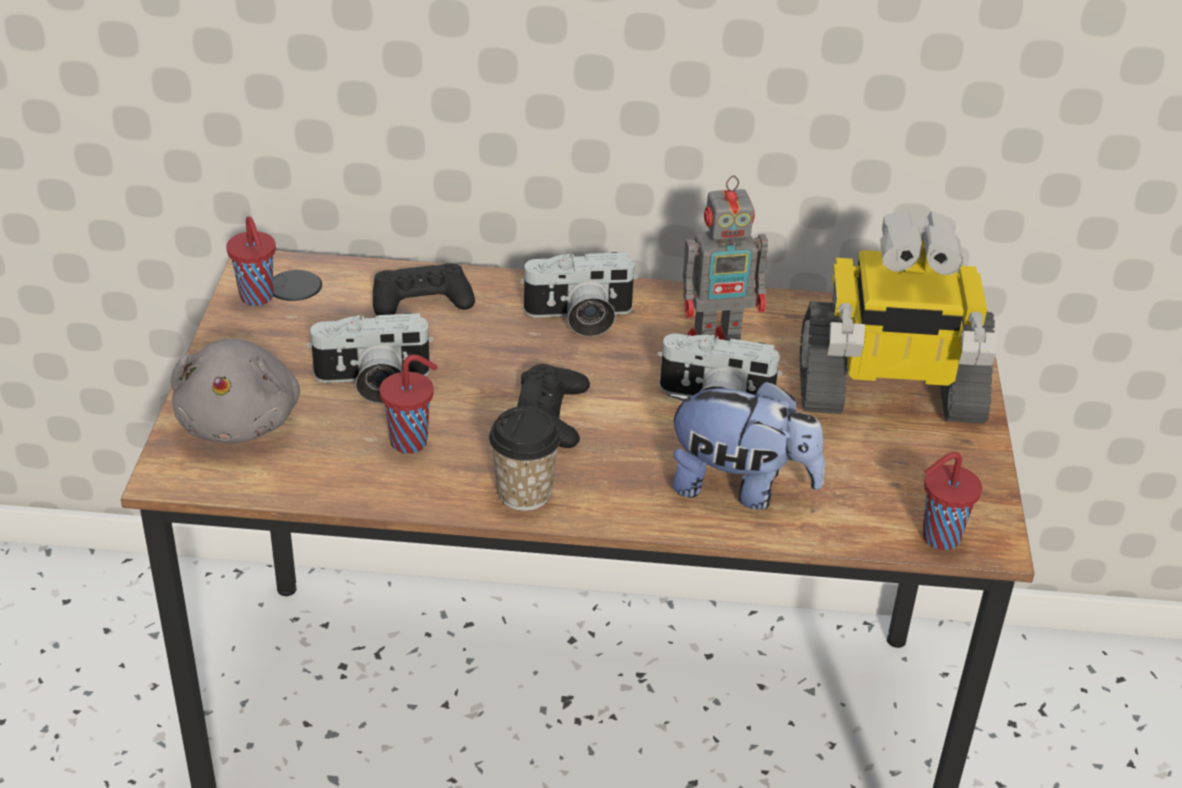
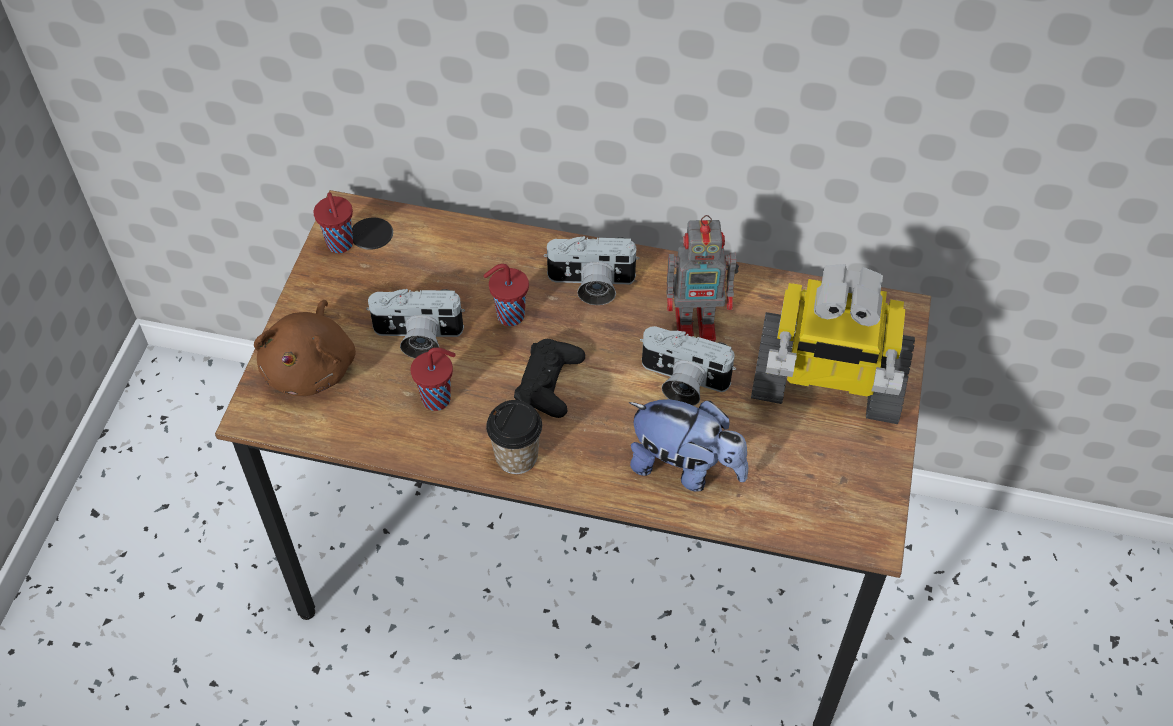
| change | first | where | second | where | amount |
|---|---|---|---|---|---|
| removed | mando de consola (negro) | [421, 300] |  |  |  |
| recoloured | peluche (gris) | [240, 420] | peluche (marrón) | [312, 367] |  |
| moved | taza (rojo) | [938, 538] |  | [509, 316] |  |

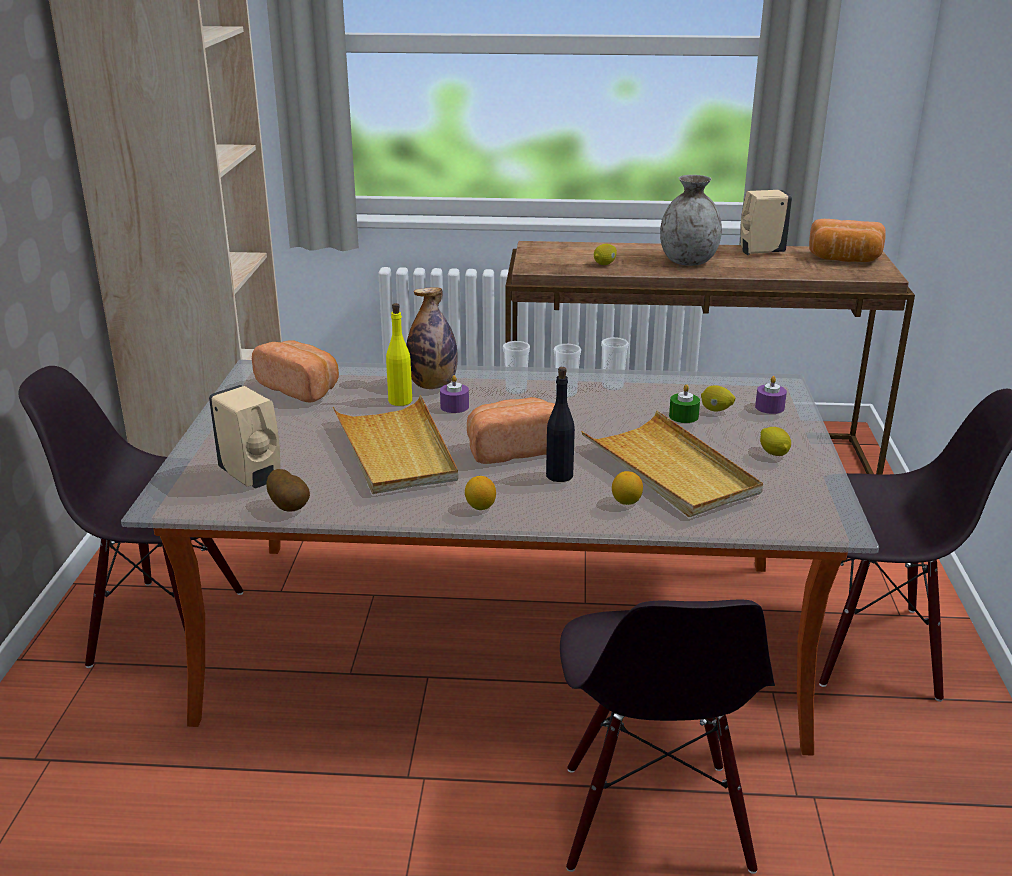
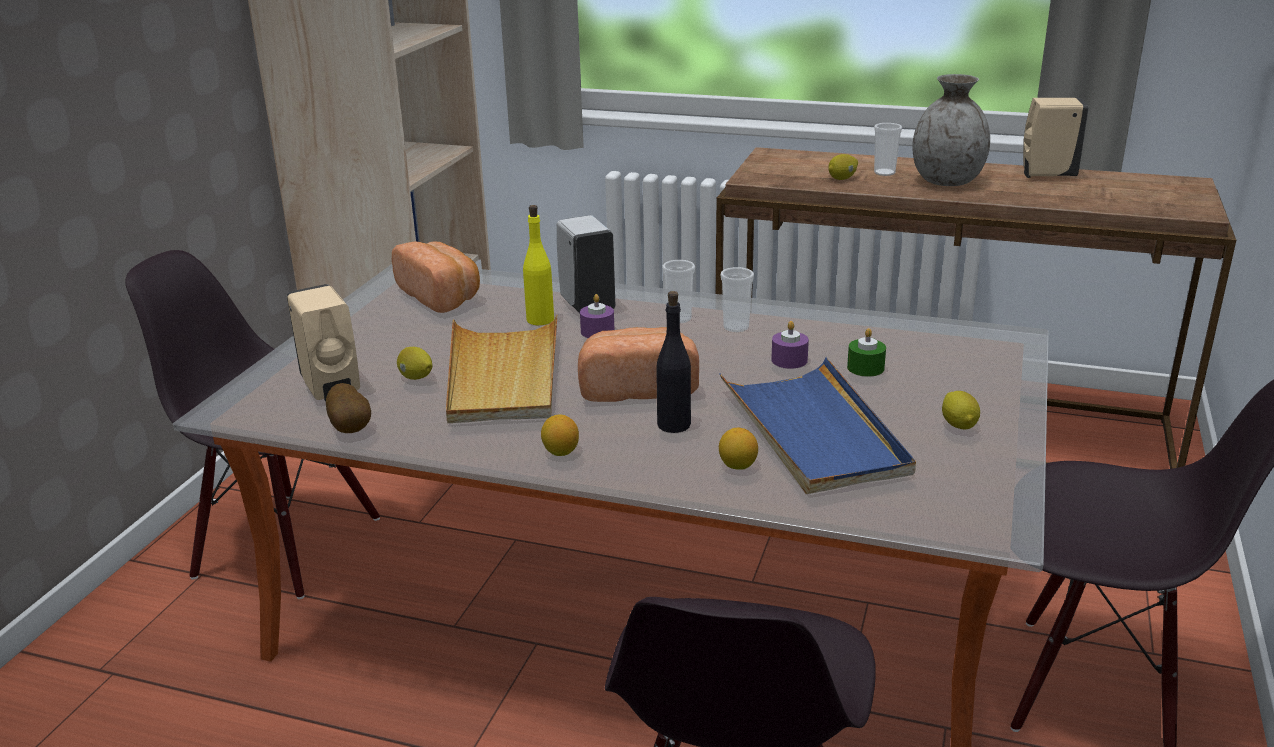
| change | first | where | second | where | amount |
|---|---|---|---|---|---|
| removed | pan | [844, 260] |  |  |  |
| replaced | botella | [432, 385] | dispensador de jabón (blanco) | [586, 305] |  |
| moved | taza | [612, 386] |  | [884, 173] |  |
| moved | vela (morado) | [769, 407] |  | [789, 360] |  |
| moved | limón | [716, 410] |  | [416, 378] |  |
| recoloured | bandeja (beis) | [670, 469] | bandeja (azul) | [814, 431] |  |

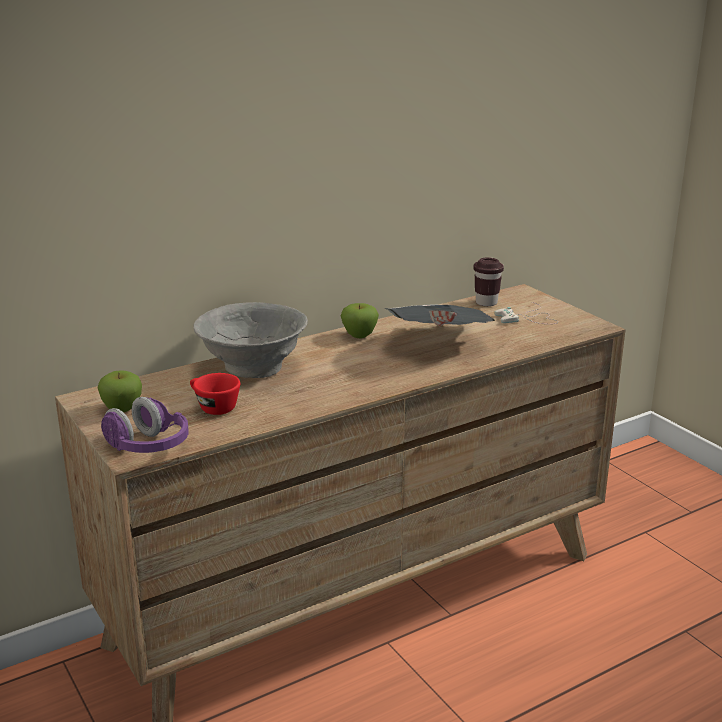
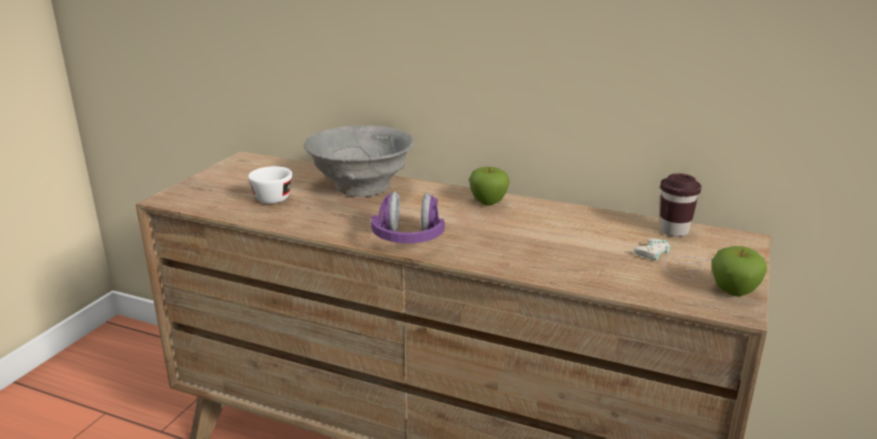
| change | first | where | second | where | amount |
|---|---|---|---|---|---|
| removed | periódico | [440, 343] |  |  |  |
| moved | manzana | [122, 409] |  | [733, 291] |  |
| recoloured | taza (rojo) | [213, 407] | taza (blanco) | [274, 196] |  |
| moved | auriculares (morado) | [148, 447] |  | [409, 239] |  |

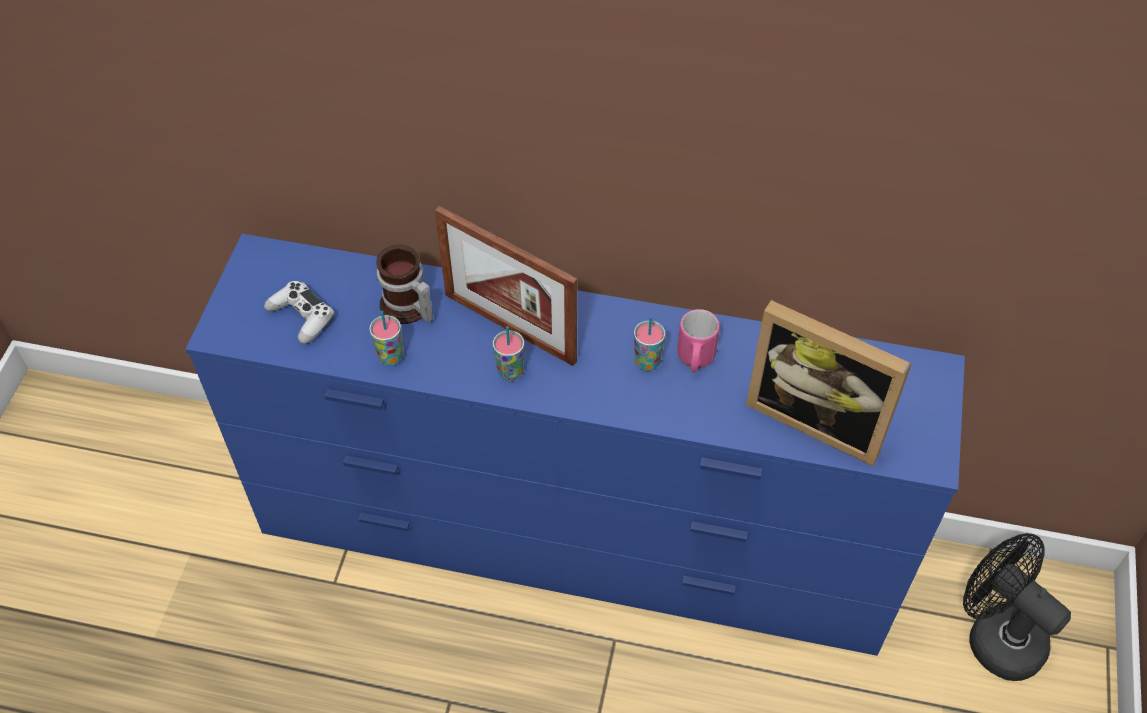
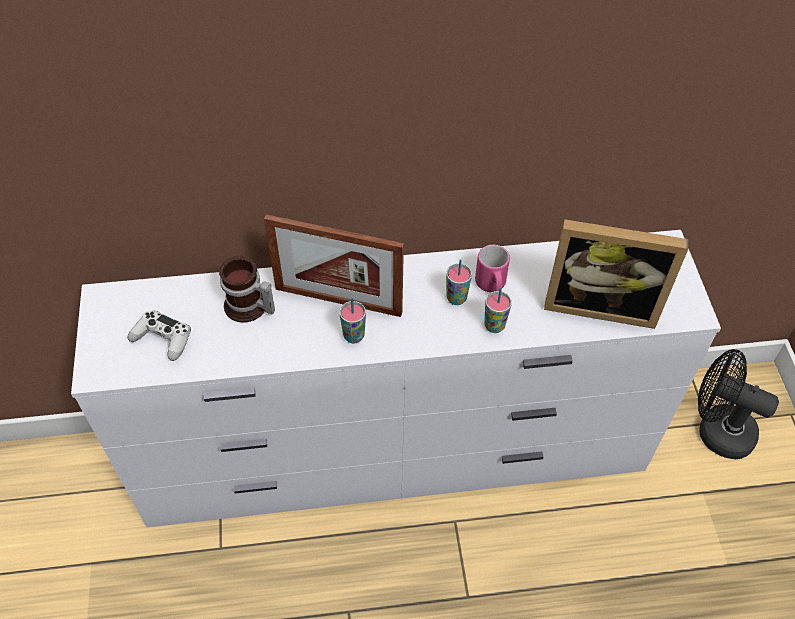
| change | first | where | second | where | amount |
|---|---|---|---|---|---|
| recoloured | cómoda (azul) | [574, 540] | cómoda (blanco) | [396, 455] |  |
| moved | taza | [391, 357] |  | [494, 326] |  |

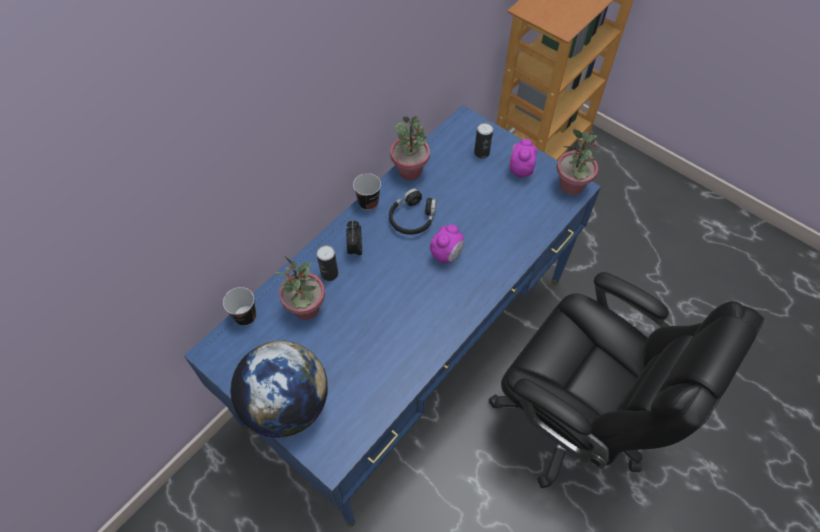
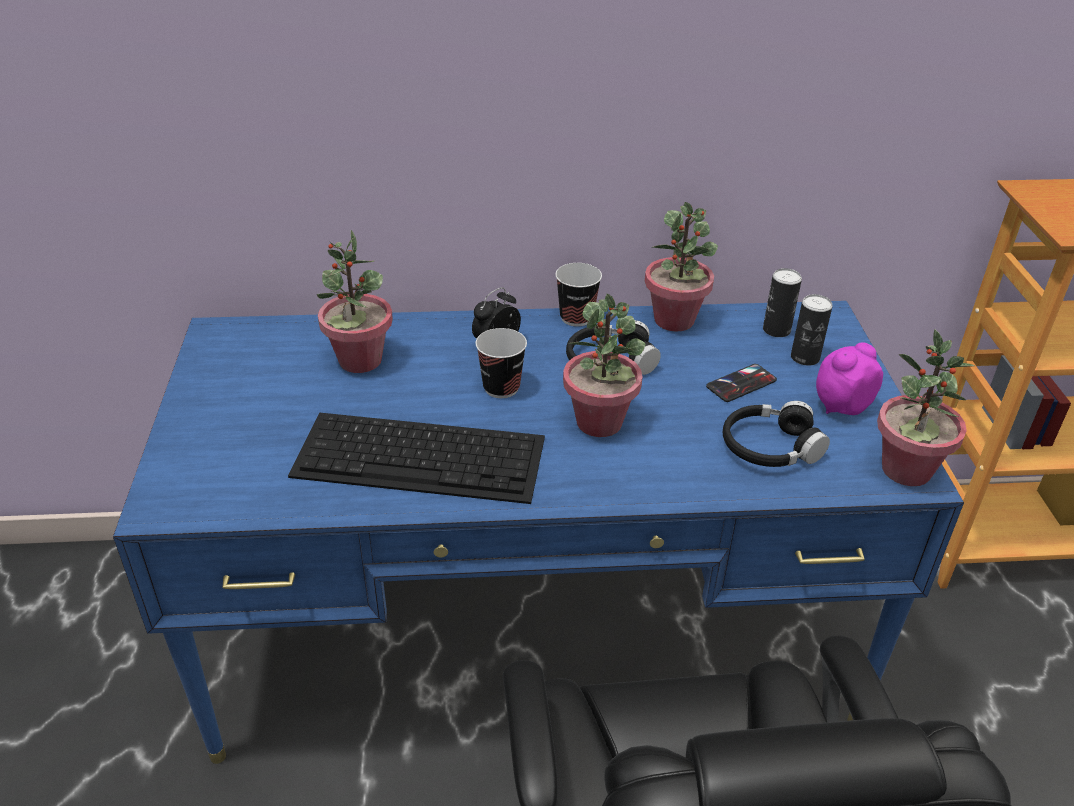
| change | first | where | second | where | amount |
|---|---|---|---|---|---|
| replaced | despertador | [446, 255] | planta en maceta | [600, 422] |  |
| moved | lata | [329, 274] |  | [776, 330] |  |
| moved | taza | [245, 316] |  | [501, 388] |  |
| removed | globo terráqueo | [287, 405] |  |  |  |
| added |  |  | móvil | [741, 384] |  |
| added |  |  | auriculares (negro) | [770, 447] |  |
| added |  |  | teclado | [422, 456] |  |

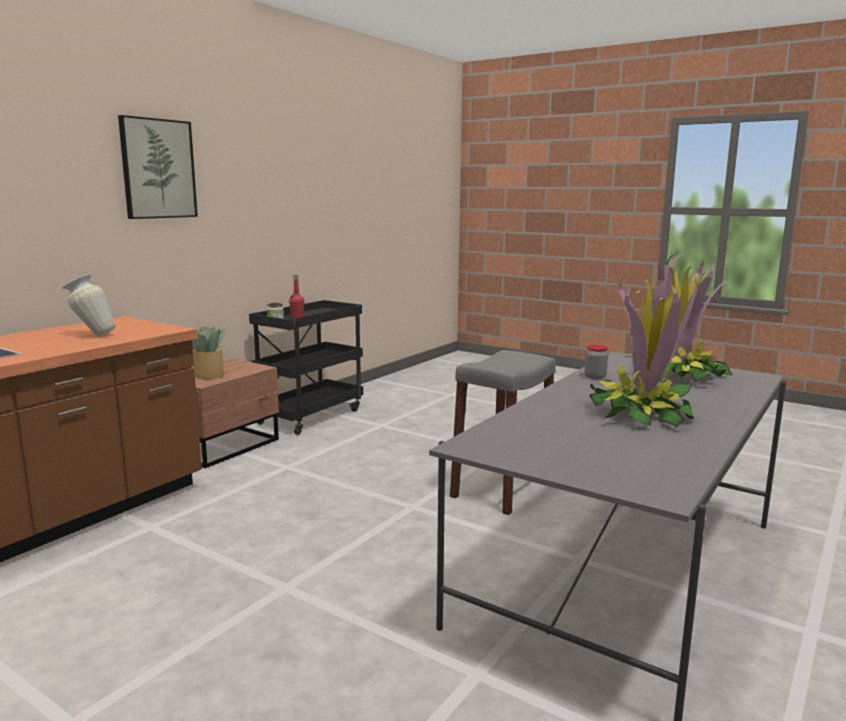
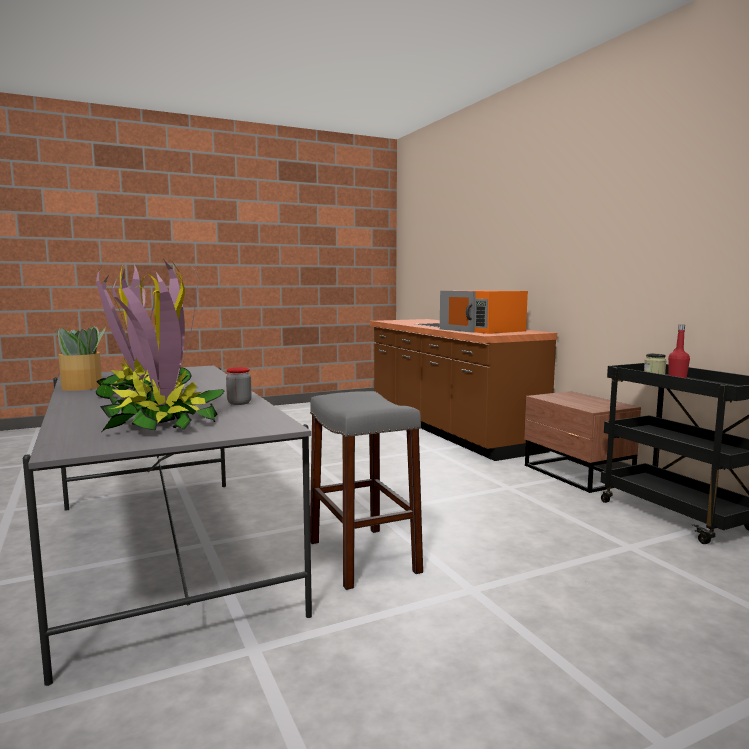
| change | first | where | second | where | amount |
|---|---|---|---|---|---|
| removed | cuadro | [158, 169] |  |  |  |
| replaced | florero | [92, 335] | microondas (naranja) | [482, 330] |  |
| moved | planta en maceta | [208, 375] |  | [83, 387] |  |

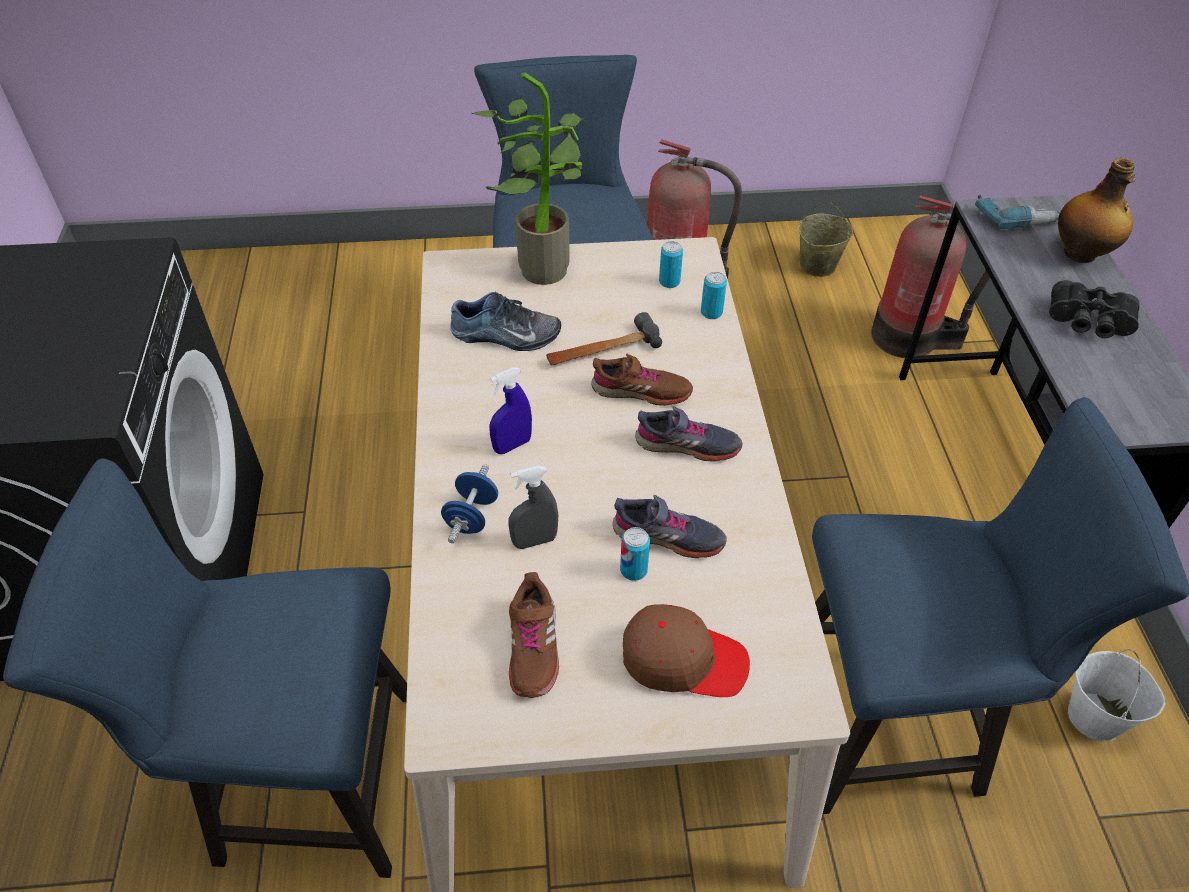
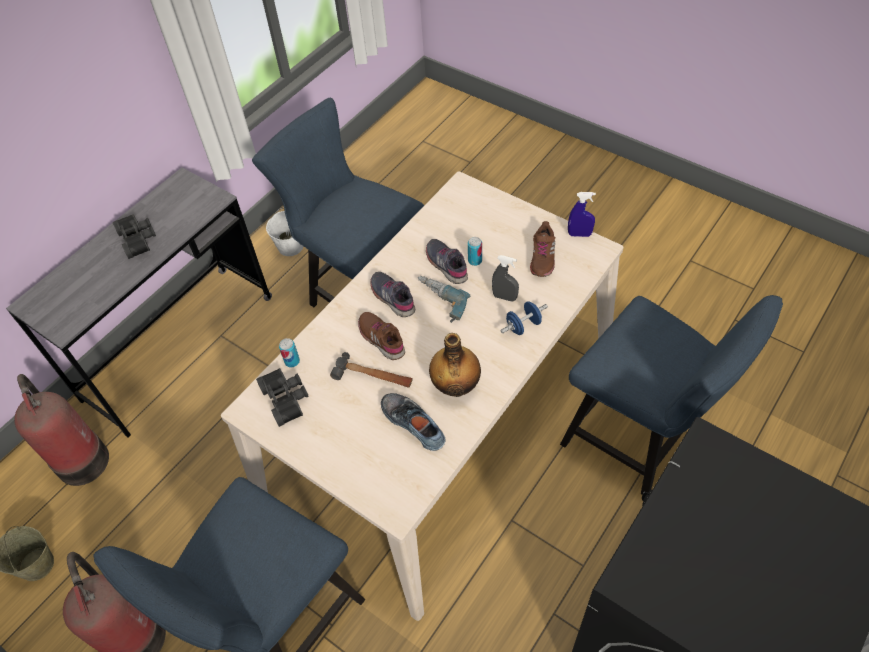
| change | first | where | second | where | amount |
|---|---|---|---|---|---|
| removed | planta en maceta | [543, 265] |  |  |  |
| moved | botella | [1081, 254] |  | [456, 385] |  |
| moved | taladro | [1019, 217] |  | [438, 302] |  |
| replaced | lata | [669, 282] | prismáticos (negro) | [287, 398] |  |
| moved | pulverizador (azul) | [512, 445] |  | [579, 234] |  |
| turned | zapato (marrón) | [533, 647] |  | [542, 257] | 150 degrees clockwise |
| removed | gorra (marrón) | [683, 659] |  |  |  |

